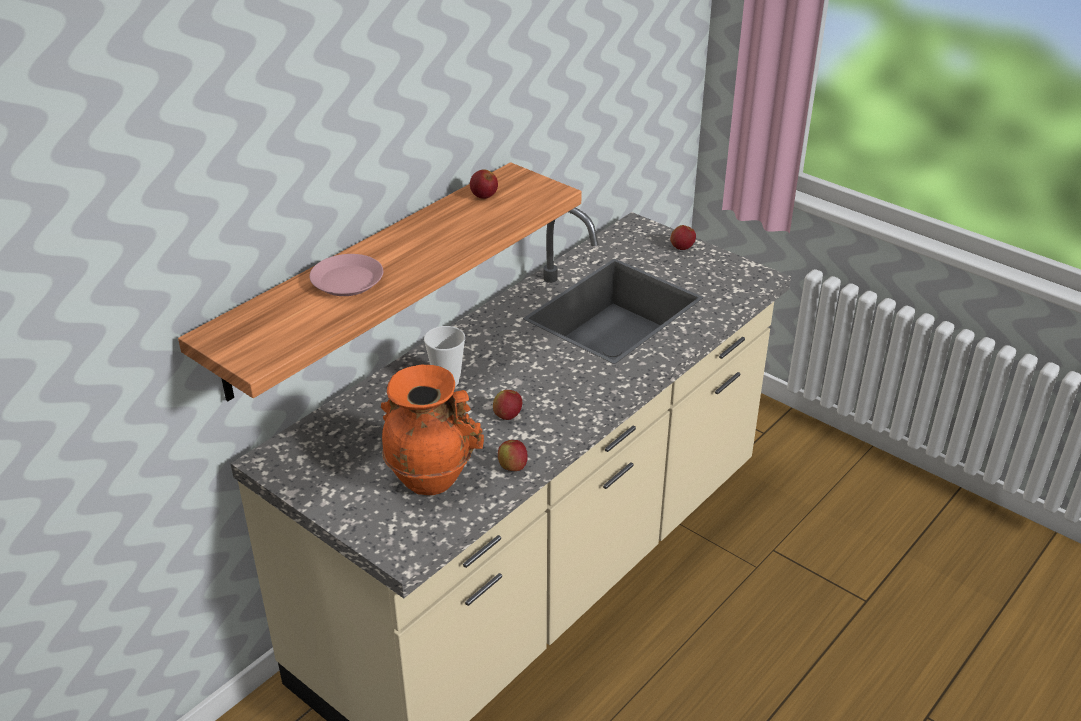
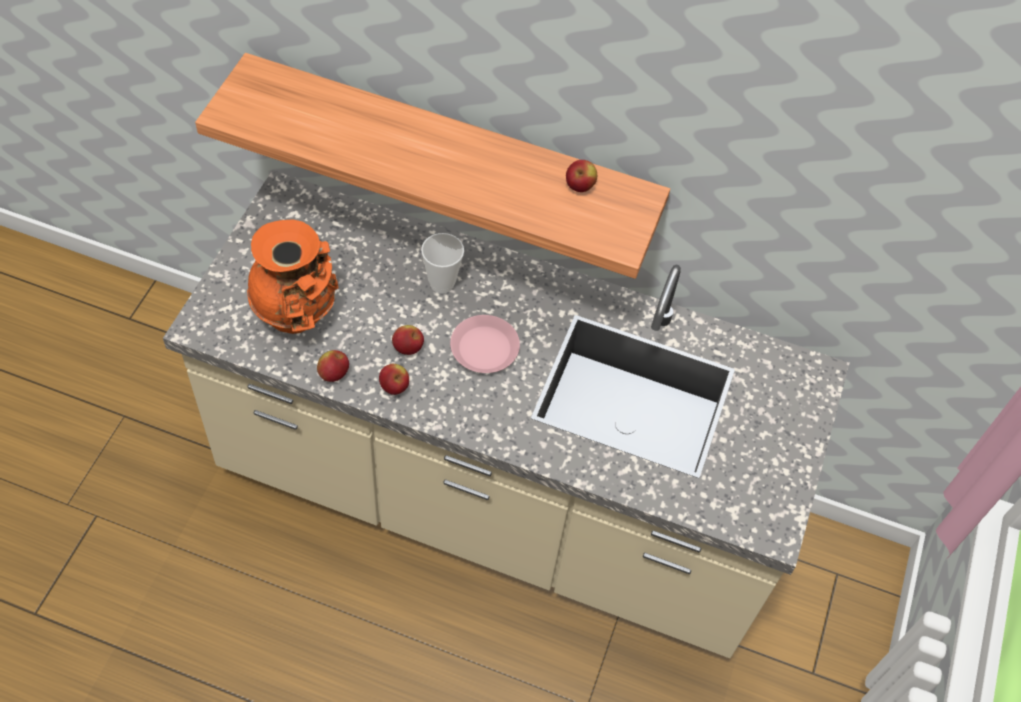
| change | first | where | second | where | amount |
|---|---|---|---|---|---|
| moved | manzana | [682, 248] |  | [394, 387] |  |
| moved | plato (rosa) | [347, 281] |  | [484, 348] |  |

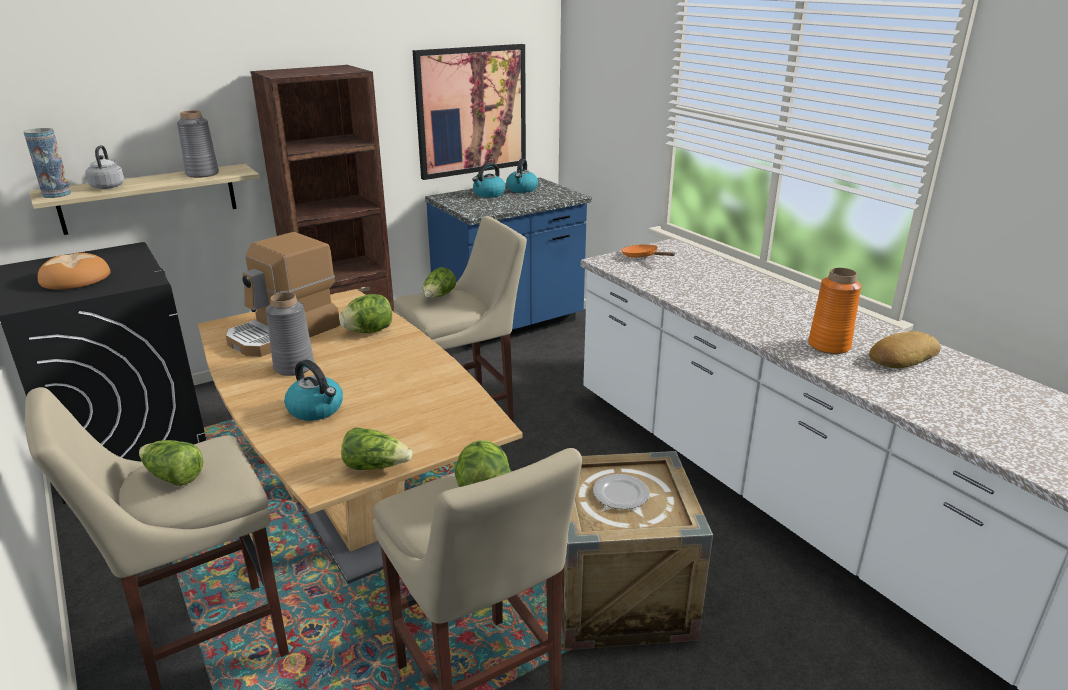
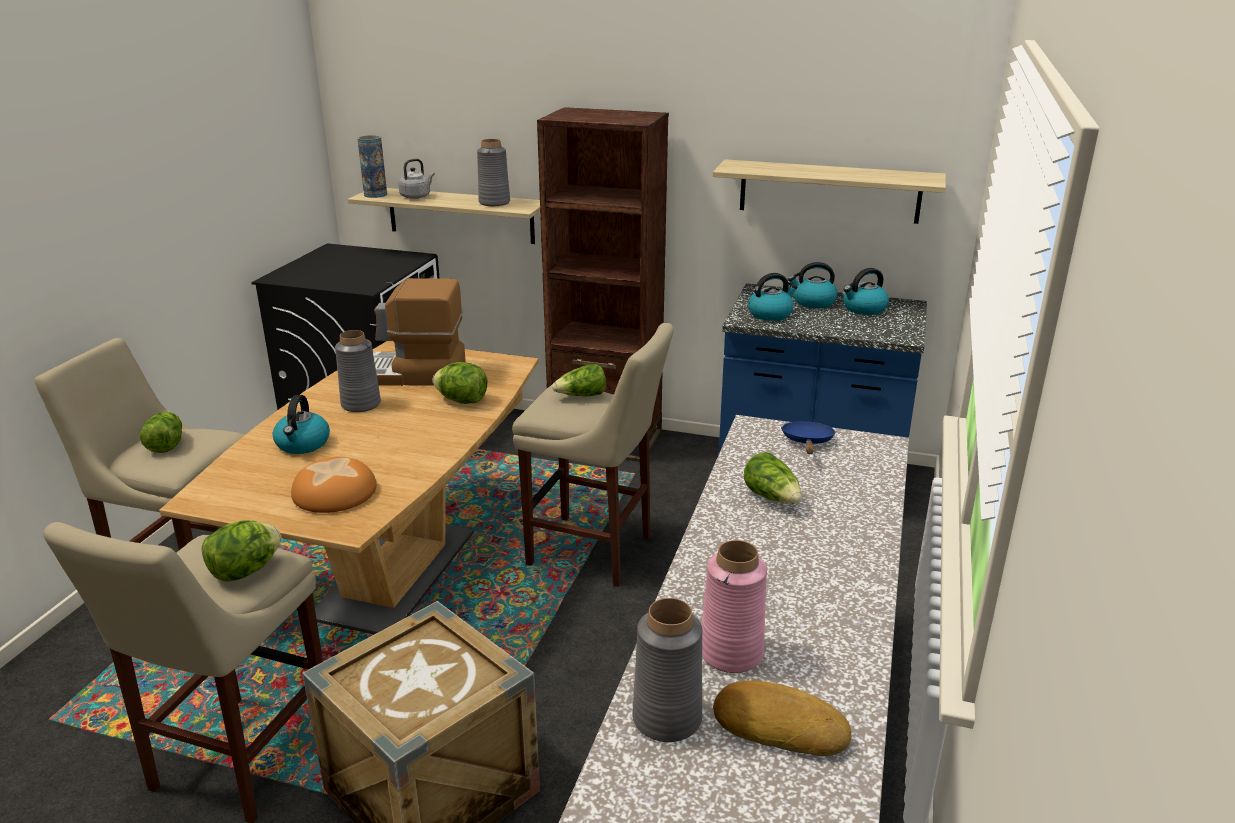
| change | first | where | second | where | amount |
|---|---|---|---|---|---|
| replaced | cuadro | [471, 111] | estante | [829, 191] |  |
| recoloured | sartén (naranja) | [642, 257] | sartén (azul) | [807, 442] |  |
| moved | pan | [75, 279] |  | [334, 493] |  |
| recoloured | florero (naranja) | [829, 345] | florero (rosa) | [731, 653] |  |
| moved | lechuga | [376, 466] |  | [772, 497] |  |
| removed | plato | [620, 494] |  |  |  |
| added |  |  | hervidor | [770, 314] |  |
| added |  |  | florero (gris) | [666, 719] |  |

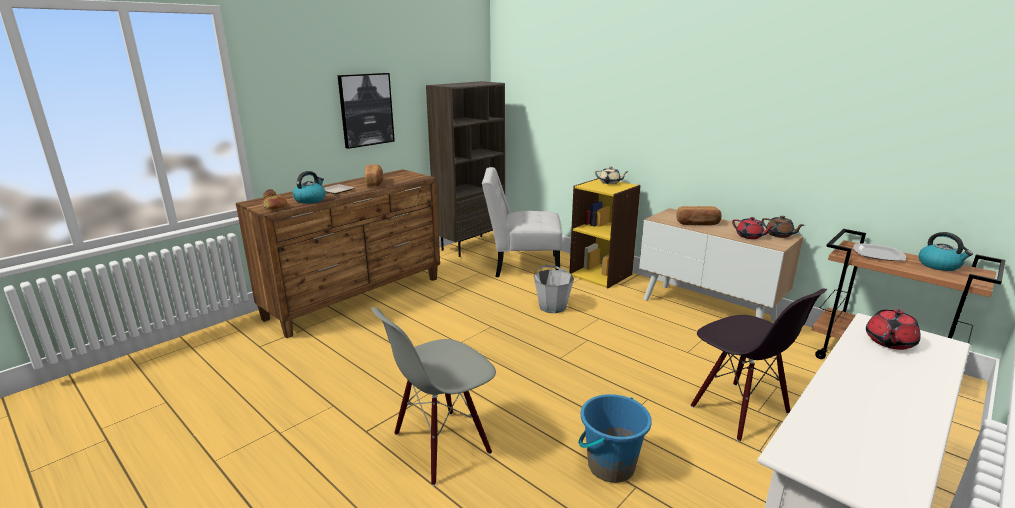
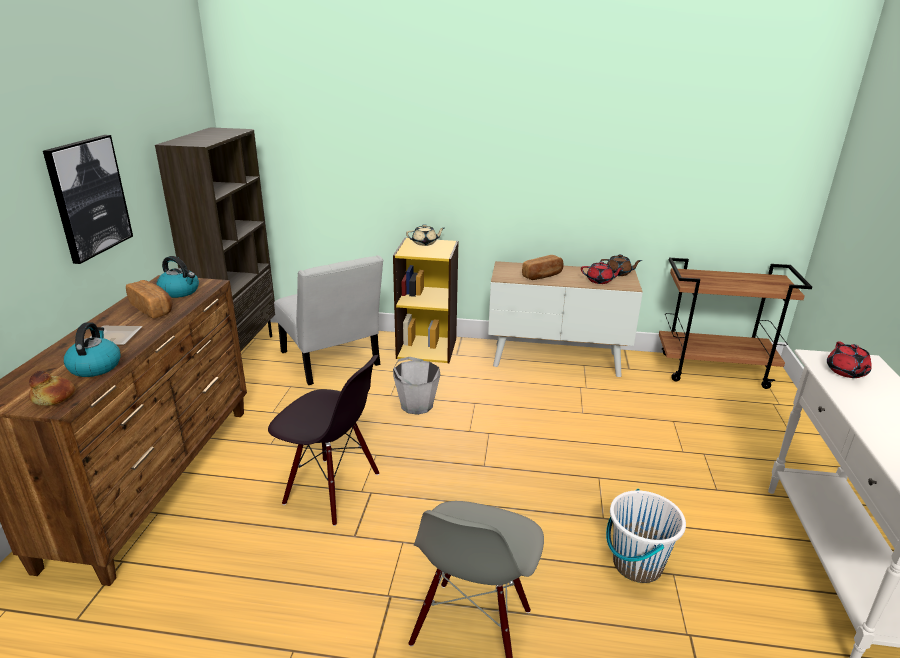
| change | first | where | second | where | amount |
|---|---|---|---|---|---|
| turned | silla (blanco) | [522, 265] |  | [331, 361] | 90 degrees counterclockwise |
| moved | hervidor | [939, 265] |  | [180, 291] |  |
| removed | plato | [877, 254] |  |  |  |
| moved | silla (negro) | [739, 410] |  | [331, 489] |  |
| recoloured | cubo (azul) | [610, 466] | cubo (blanco) | [636, 564] |  |

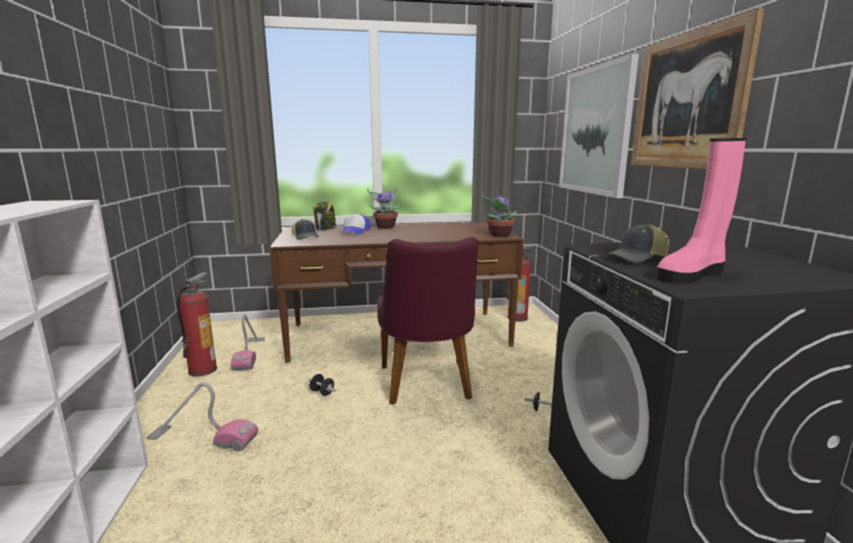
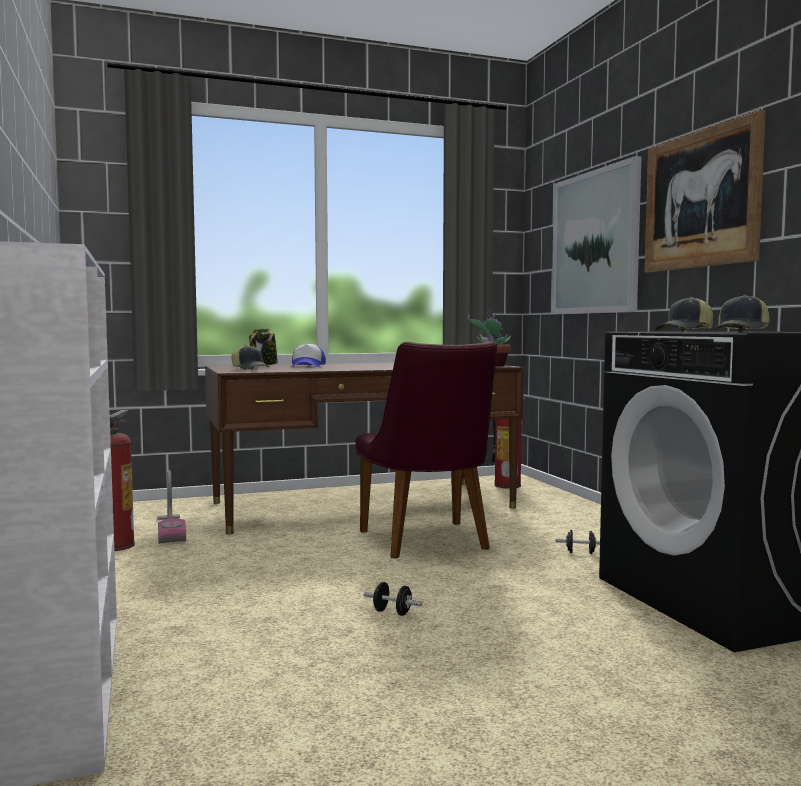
| change | first | where | second | where | amount |
|---|---|---|---|---|---|
| replaced | bota (rosa) | [692, 275] | gorra | [742, 332] |  |
| removed | planta en maceta | [385, 227] |  |  |  |
| moved | mancuerna (negro) | [322, 392] |  | [392, 612] |  |
| removed | aspiradora | [202, 438] |  |  |  |

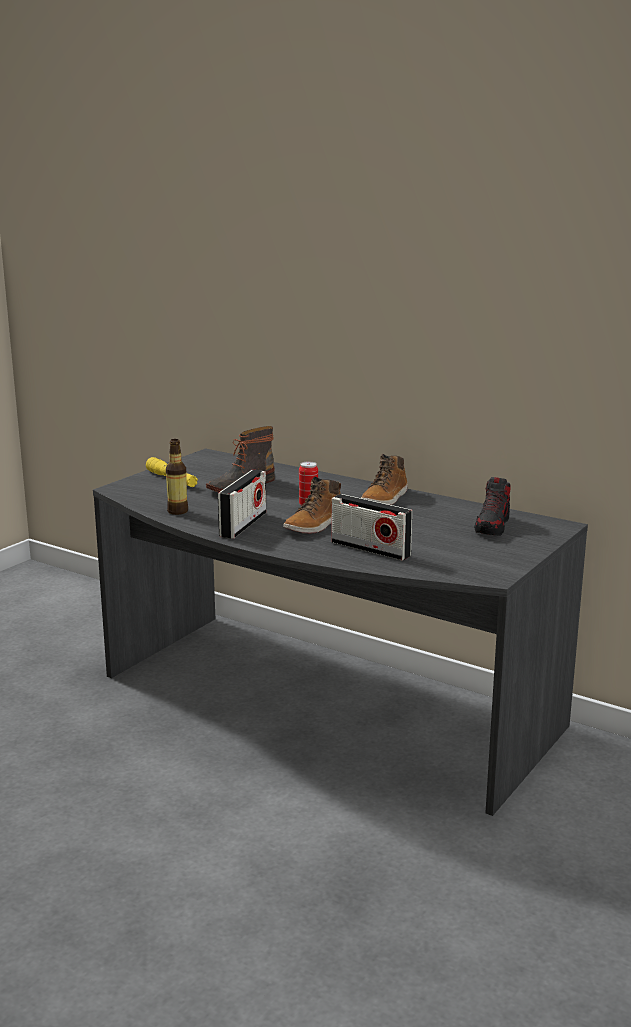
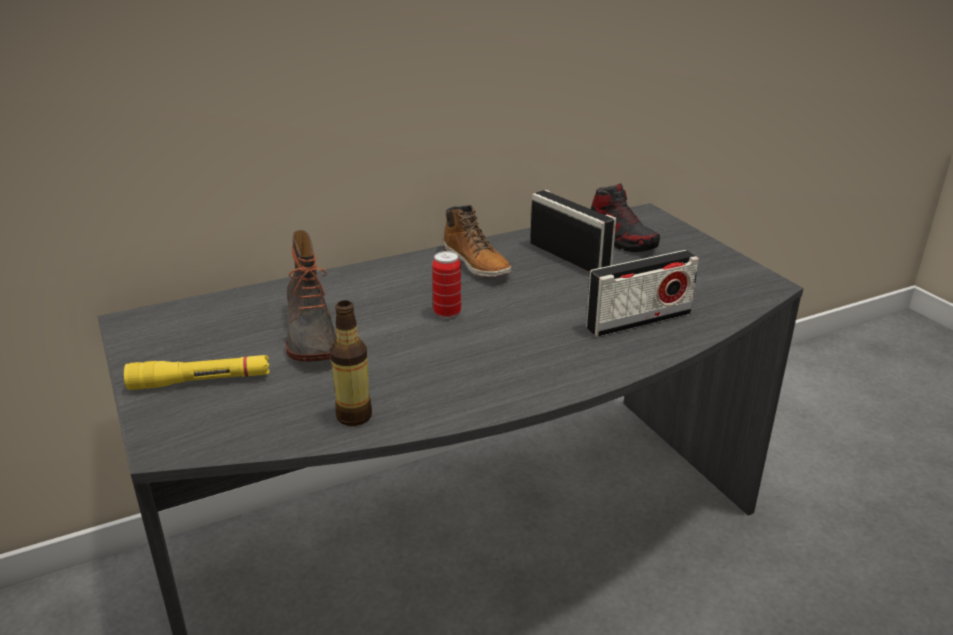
| change | first | where | second | where | amount |
|---|---|---|---|---|---|
| moved | radio | [243, 525] |  | [569, 257] |  |
| removed | bota | [315, 525] |  |  |  |

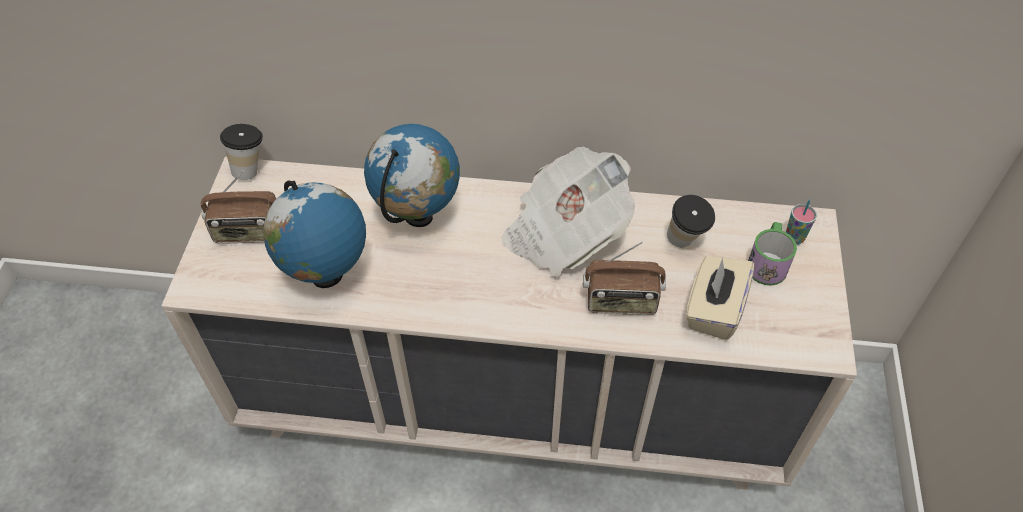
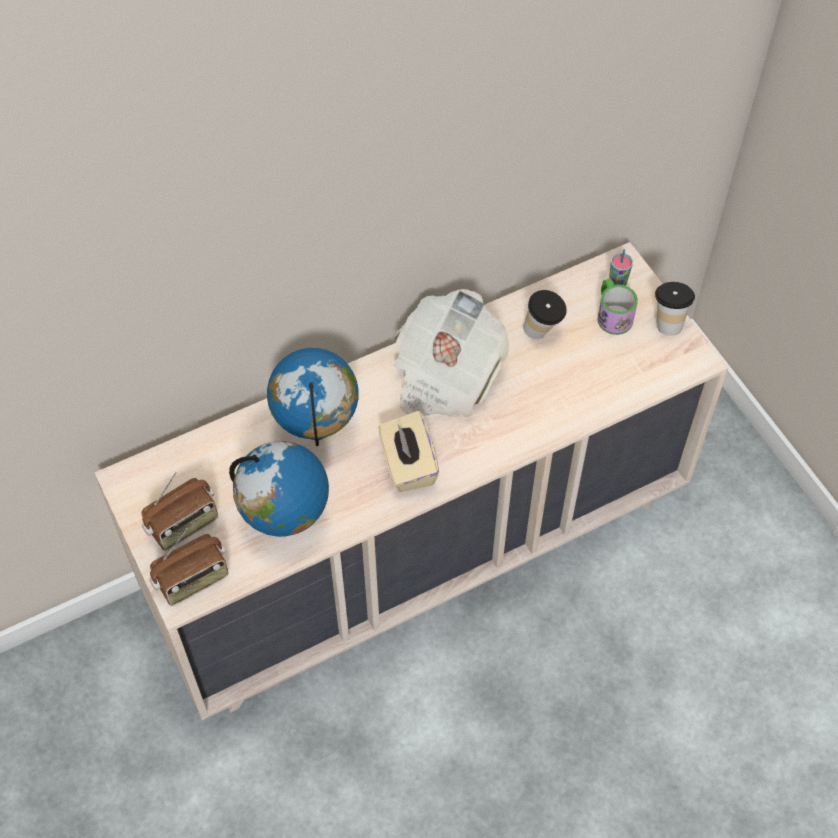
| change | first | where | second | where | amount |
|---|---|---|---|---|---|
| moved | taza | [251, 169] |  | [668, 322] |  |
| moved | radio | [621, 302] |  | [193, 581] |  |
| moved | caja de pañuelos (beis) | [713, 310] |  | [408, 465] |  |

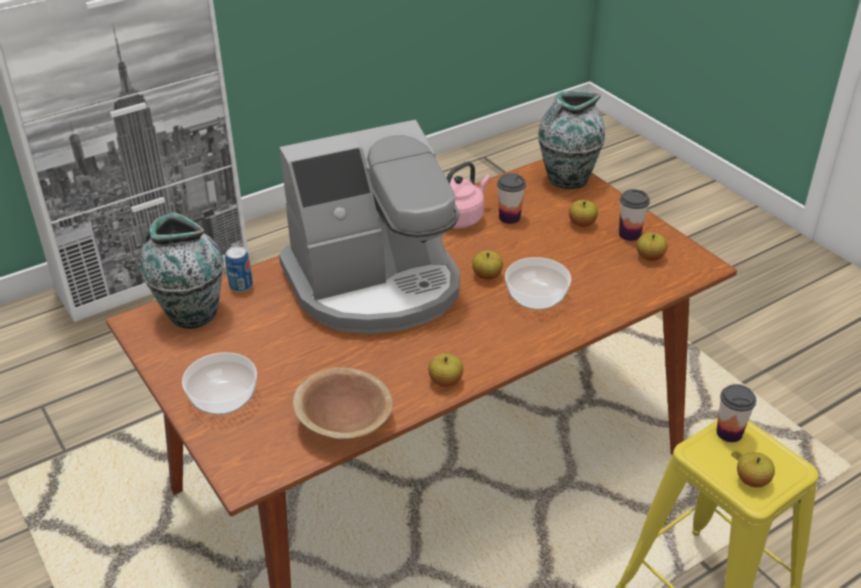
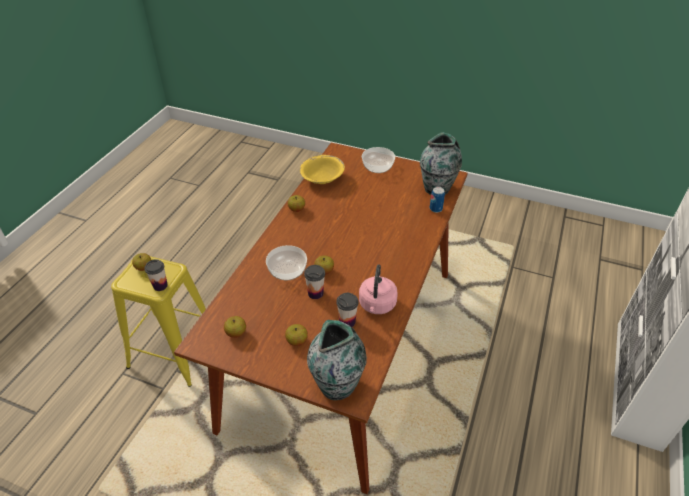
| change | first | where | second | where | amount |
|---|---|---|---|---|---|
| removed | cafetera | [375, 284] |  |  |  |
| moved | taza | [629, 234] |  | [315, 293] |  |
| recoloured | cuenco (marrón) | [344, 422] | cuenco (amarillo) | [322, 179] |  |

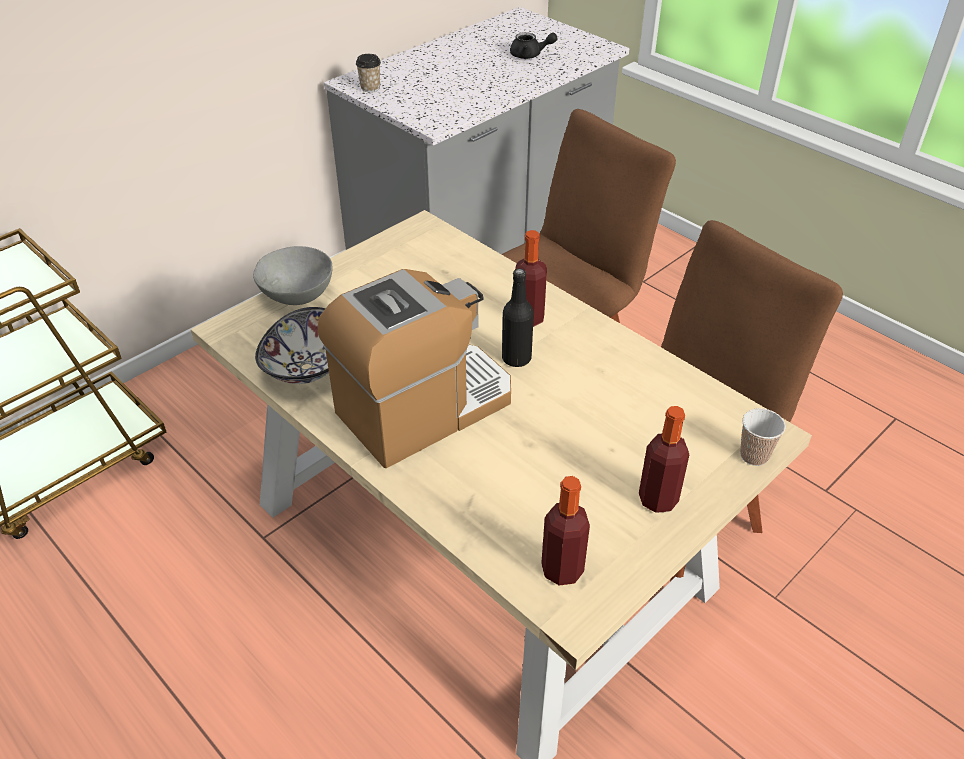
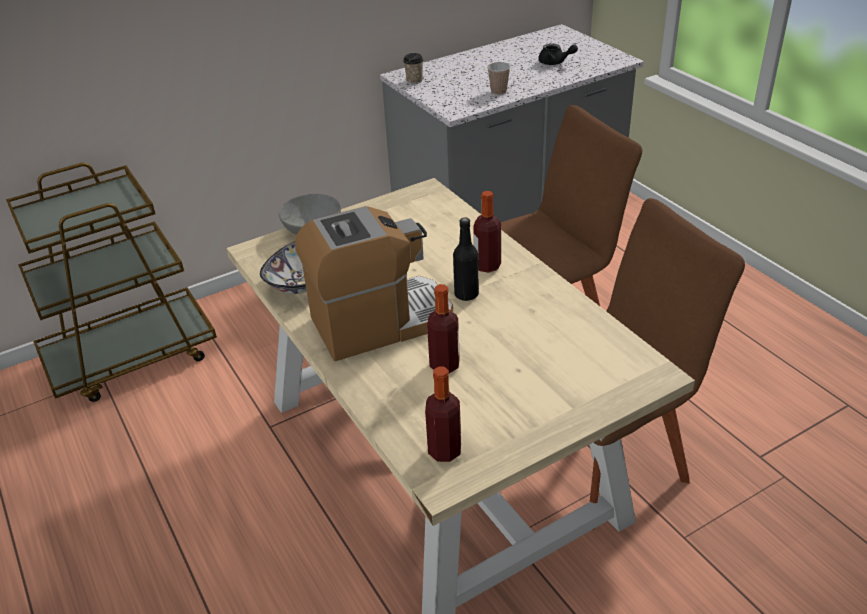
| change | first | where | second | where | amount |
|---|---|---|---|---|---|
| moved | botella | [658, 499] |  | [444, 365] |  |
| moved | taza | [754, 456] |  | [498, 91] |  |

